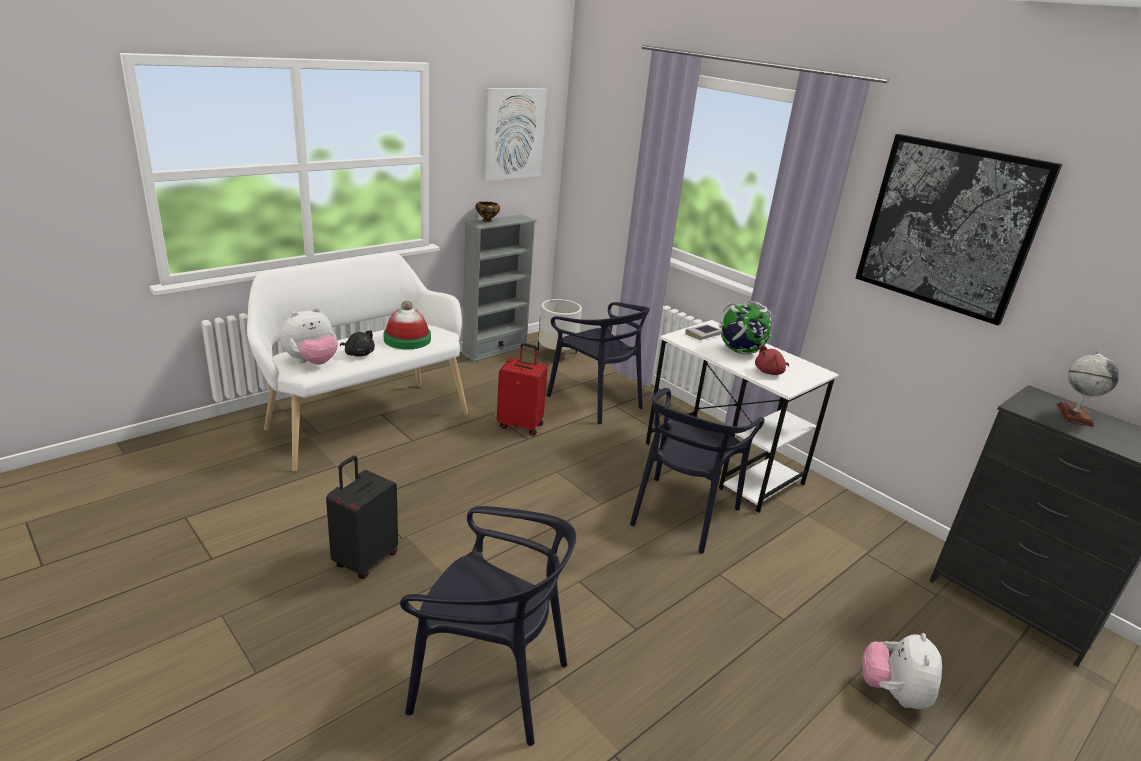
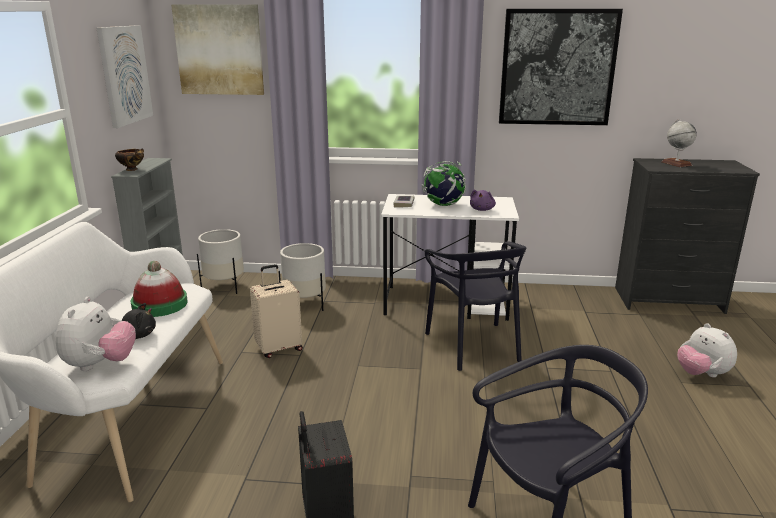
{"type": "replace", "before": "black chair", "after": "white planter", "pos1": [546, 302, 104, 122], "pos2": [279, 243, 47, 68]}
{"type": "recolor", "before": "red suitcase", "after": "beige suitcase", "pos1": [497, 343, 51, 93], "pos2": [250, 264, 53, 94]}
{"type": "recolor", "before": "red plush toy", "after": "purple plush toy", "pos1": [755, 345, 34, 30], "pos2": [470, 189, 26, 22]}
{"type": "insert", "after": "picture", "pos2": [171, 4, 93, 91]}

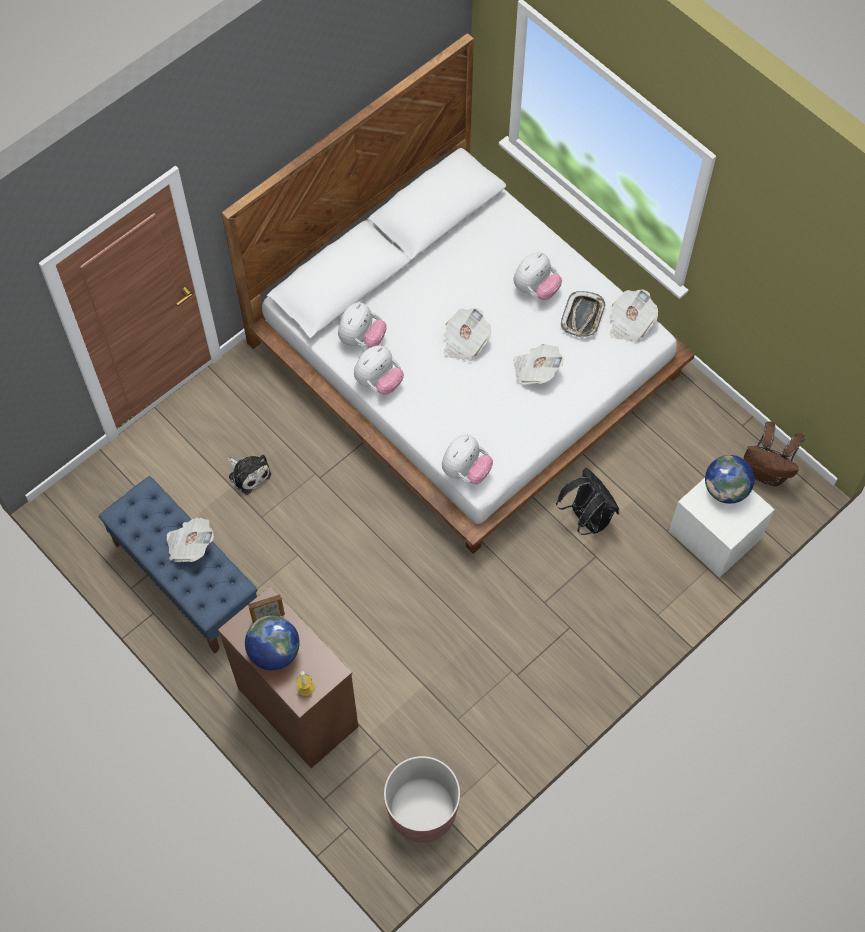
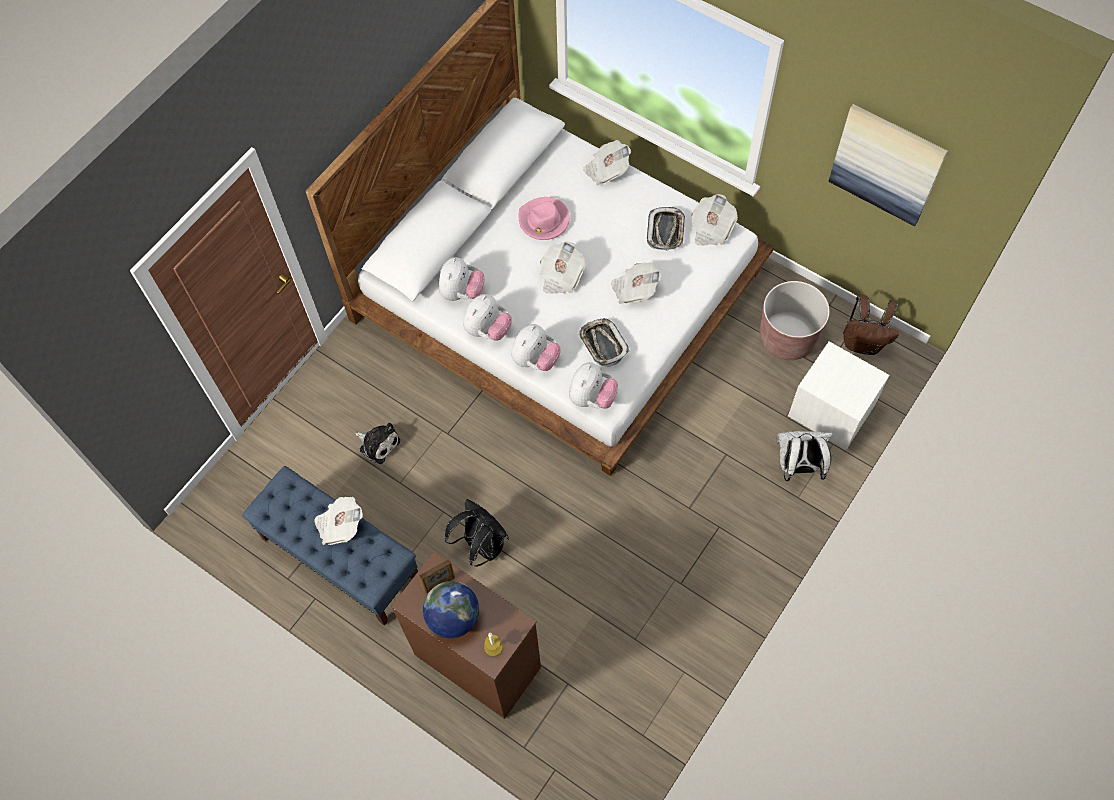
{"type": "move", "before": "plush toy", "pos1": [513, 252, 49, 48], "pos2": [511, 324, 50, 47]}
{"type": "delete", "before": "globe", "pos1": [705, 455, 50, 49]}
{"type": "move", "before": "black backpack", "pos1": [556, 468, 63, 67], "pos2": [444, 499, 65, 68]}
{"type": "move", "before": "brown planter", "pos1": [384, 756, 76, 87], "pos2": [760, 281, 70, 79]}
{"type": "insert", "after": "picture", "pos2": [829, 104, 119, 122]}
{"type": "insert", "after": "newspaper", "pos2": [583, 140, 48, 45]}
{"type": "insert", "after": "pink hat", "pos2": [519, 197, 51, 43]}
{"type": "insert", "after": "tray", "pos2": [578, 318, 52, 49]}
{"type": "insert", "after": "white backpack", "pos2": [777, 431, 56, 50]}

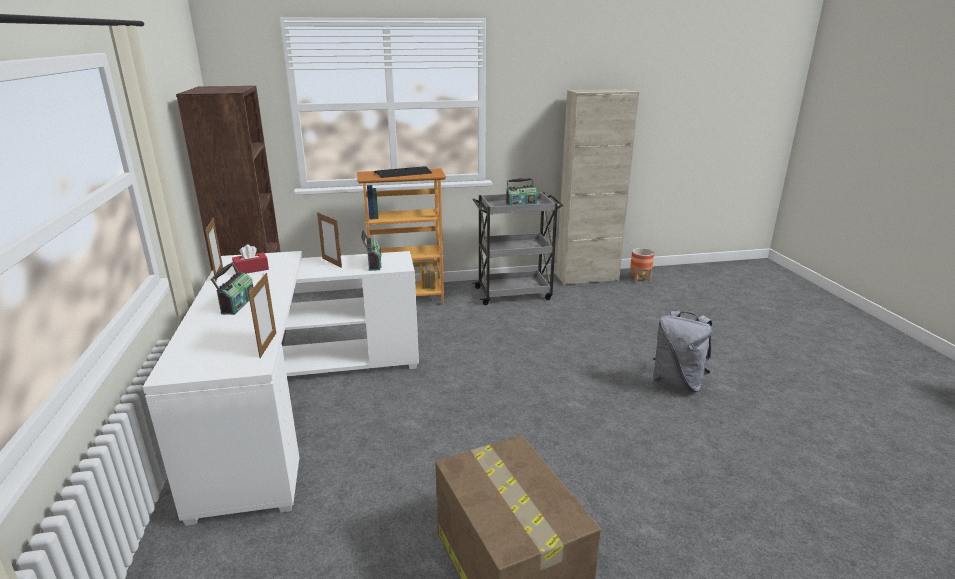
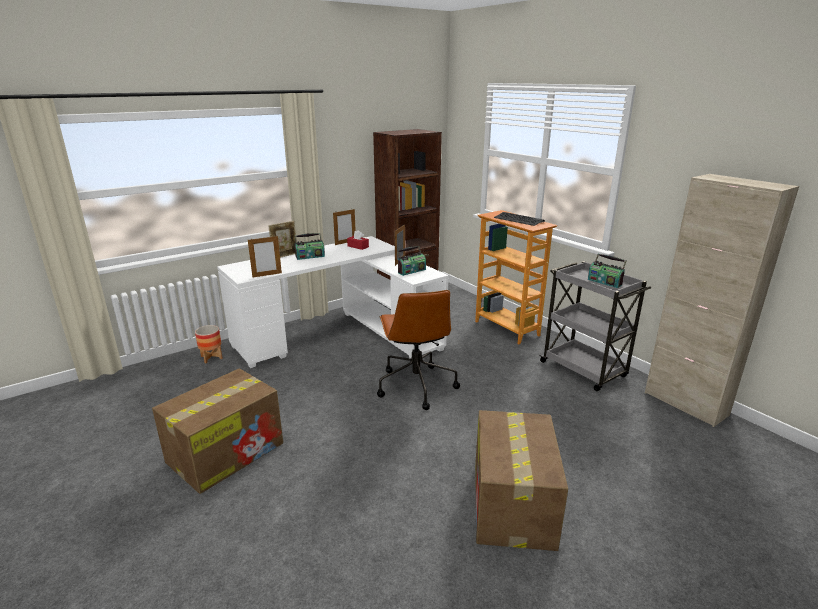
{"type": "move", "before": "planter", "pos1": [629, 248, 25, 35], "pos2": [195, 325, 28, 38]}
{"type": "replace", "before": "grey backpack", "after": "cardboard box", "pos1": [653, 310, 59, 82], "pos2": [475, 410, 93, 141]}
{"type": "insert", "after": "picture frame", "pos2": [268, 221, 29, 37]}
{"type": "insert", "after": "brown office chair", "pos2": [377, 290, 83, 120]}

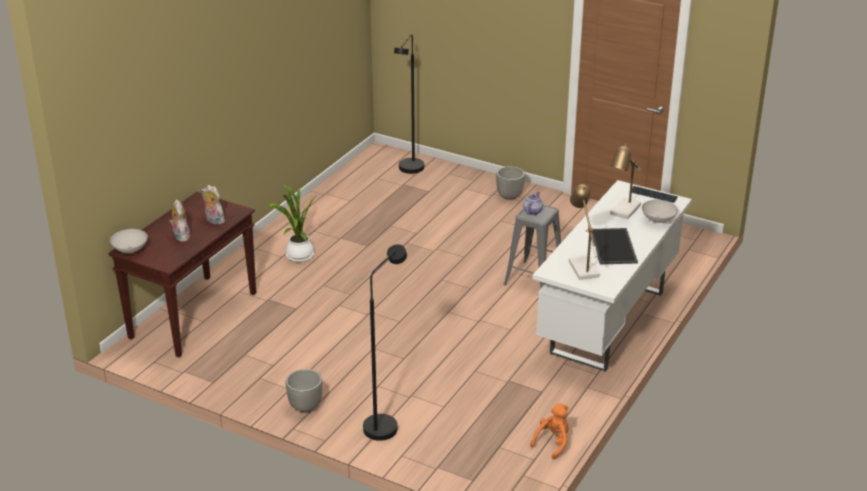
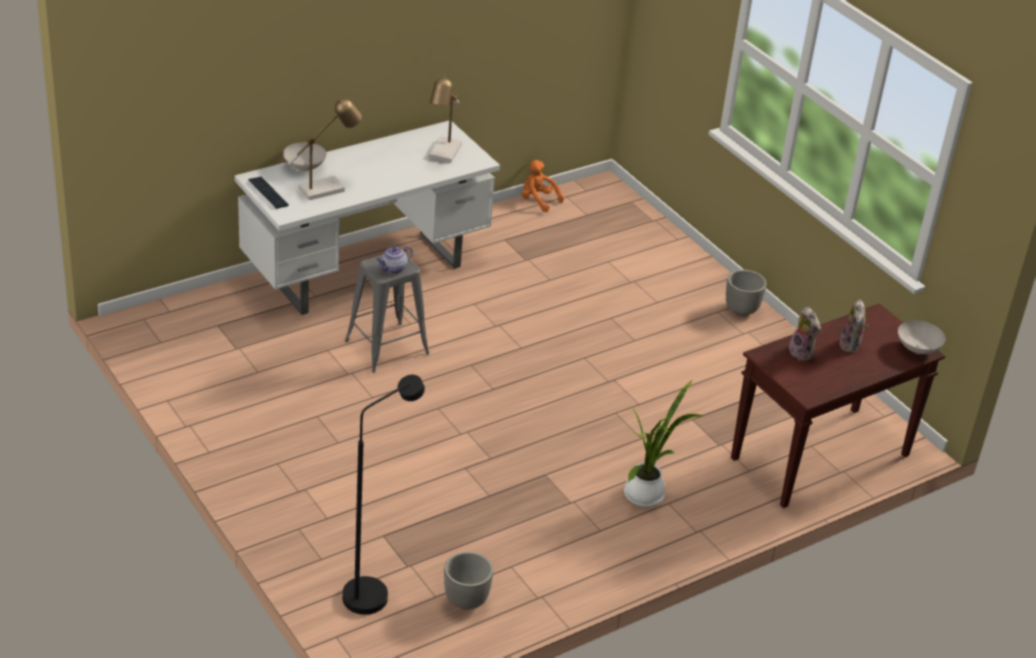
{"type": "move", "before": "planter", "pos1": [496, 166, 29, 34], "pos2": [444, 552, 49, 58]}
{"type": "delete", "before": "tray", "pos1": [592, 228, 46, 37]}
{"type": "delete", "before": "black floor lamp", "pos1": [363, 244, 44, 197]}
{"type": "rotate", "before": "orange plush toy", "pos1": [530, 403, 39, 57], "pos2": [521, 160, 43, 52], "turn": 60}

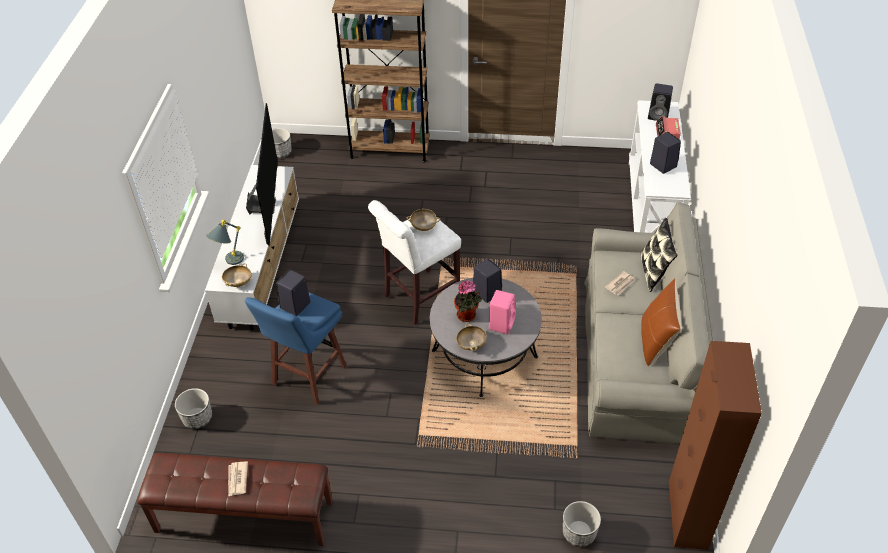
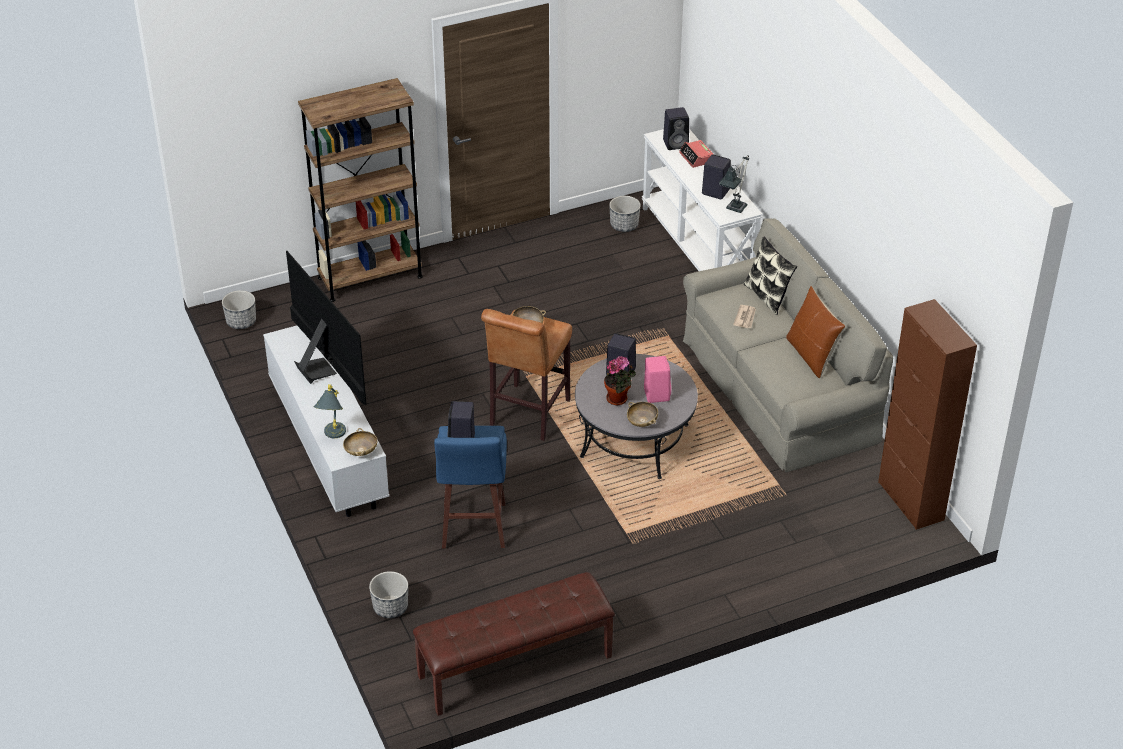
{"type": "recolor", "before": "white stool", "after": "brown stool", "pos1": [368, 200, 93, 125], "pos2": [481, 309, 91, 132]}
{"type": "delete", "before": "newspaper", "pos1": [228, 461, 20, 36]}
{"type": "move", "before": "planter", "pos1": [563, 501, 38, 46], "pos2": [609, 196, 32, 36]}
{"type": "insert", "after": "table lamp", "pos2": [719, 155, 30, 58]}

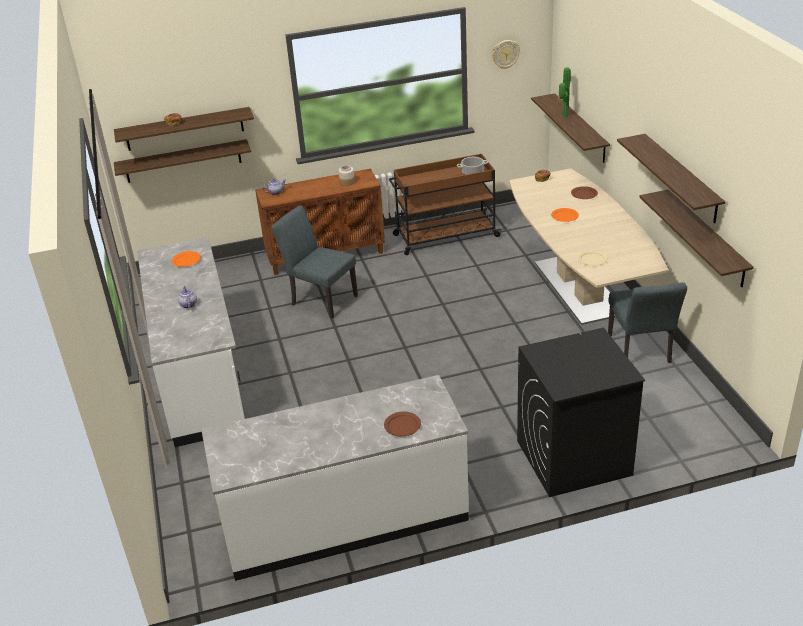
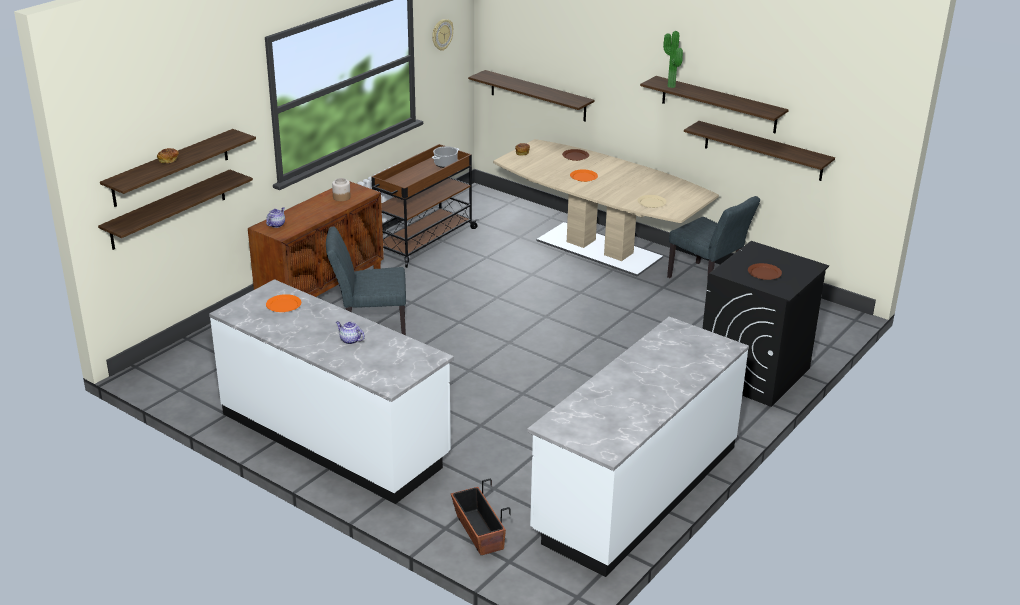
{"type": "move", "before": "potted plant", "pos1": [559, 67, 12, 50], "pos2": [663, 31, 20, 57]}
{"type": "move", "before": "brown plate", "pos1": [384, 412, 37, 25], "pos2": [748, 263, 34, 17]}
{"type": "insert", "after": "planter", "pos2": [451, 479, 60, 76]}

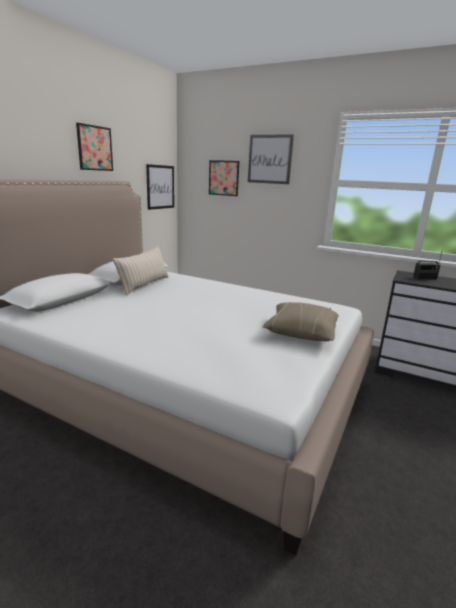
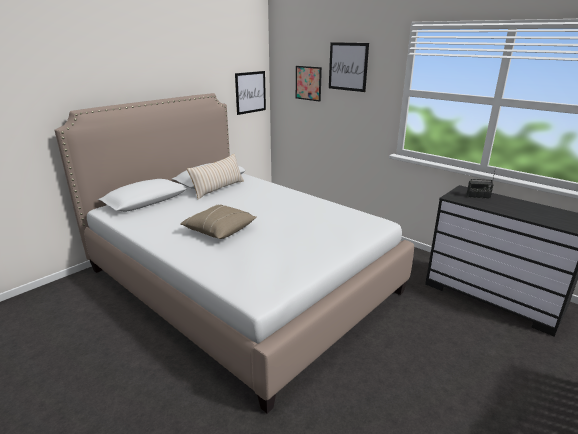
{"type": "delete", "before": "picture", "pos1": [76, 123, 37, 48]}
{"type": "move", "before": "beige pillow", "pos1": [262, 302, 77, 39], "pos2": [180, 205, 77, 34]}

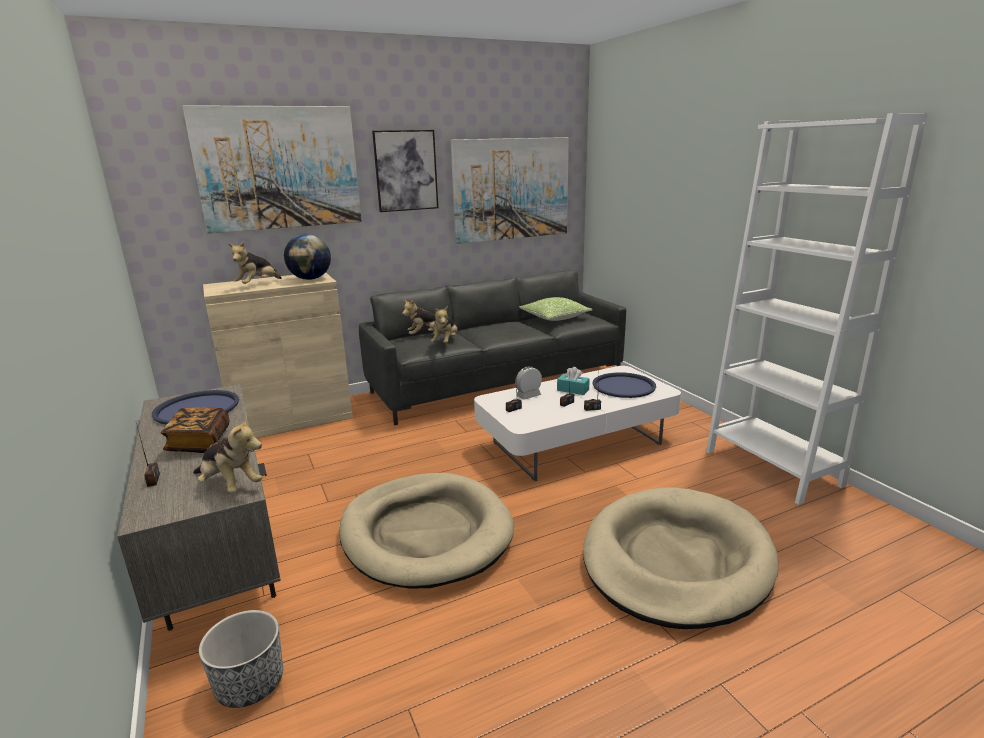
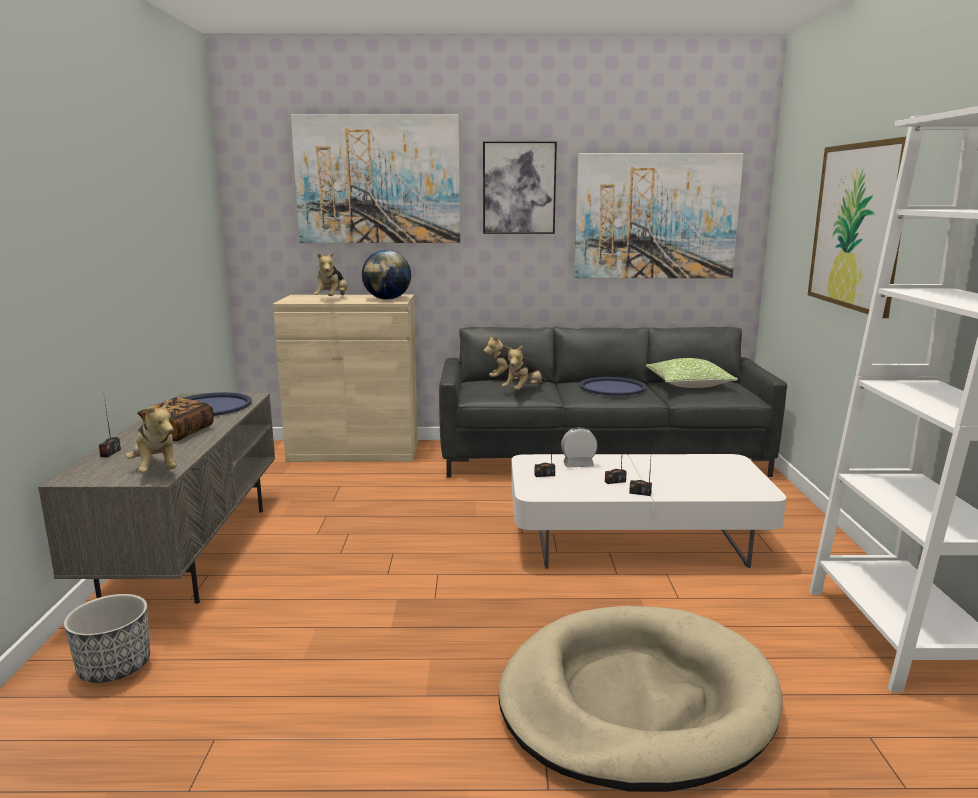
{"type": "rotate", "before": "plush toy", "pos1": [228, 242, 54, 42], "pos2": [314, 252, 34, 44], "turn": -45}
{"type": "delete", "before": "turquoise tissue box", "pos1": [557, 367, 33, 28]}
{"type": "move", "before": "blue tray", "pos1": [593, 372, 63, 26], "pos2": [579, 377, 67, 19]}
{"type": "delete", "before": "beige dog bed", "pos1": [339, 473, 175, 116]}
{"type": "insert", "after": "picture", "pos2": [808, 137, 98, 181]}

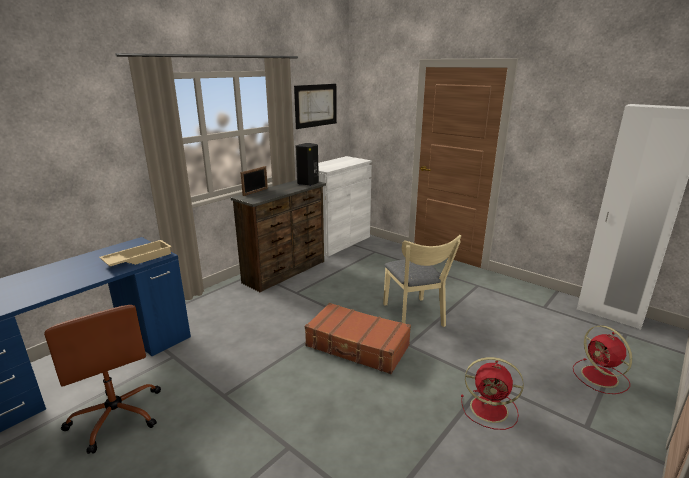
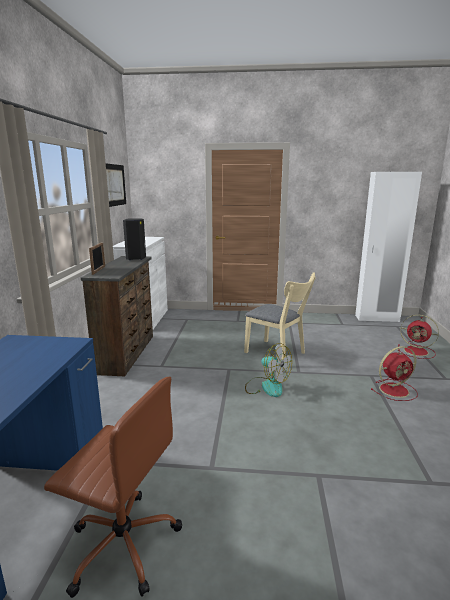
{"type": "delete", "before": "beige tray", "pos1": [99, 240, 73, 26]}
{"type": "replace", "before": "brown suitcase", "after": "fan", "pos1": [305, 303, 106, 71], "pos2": [245, 343, 47, 54]}

